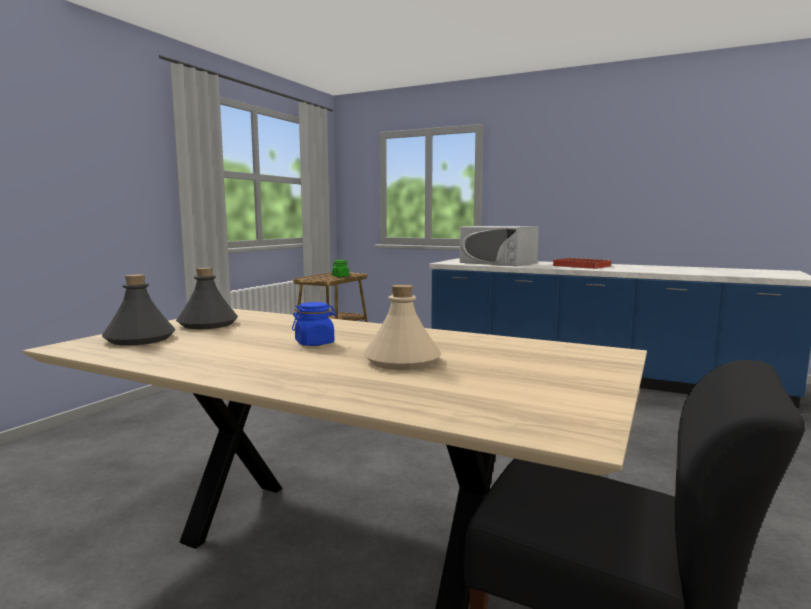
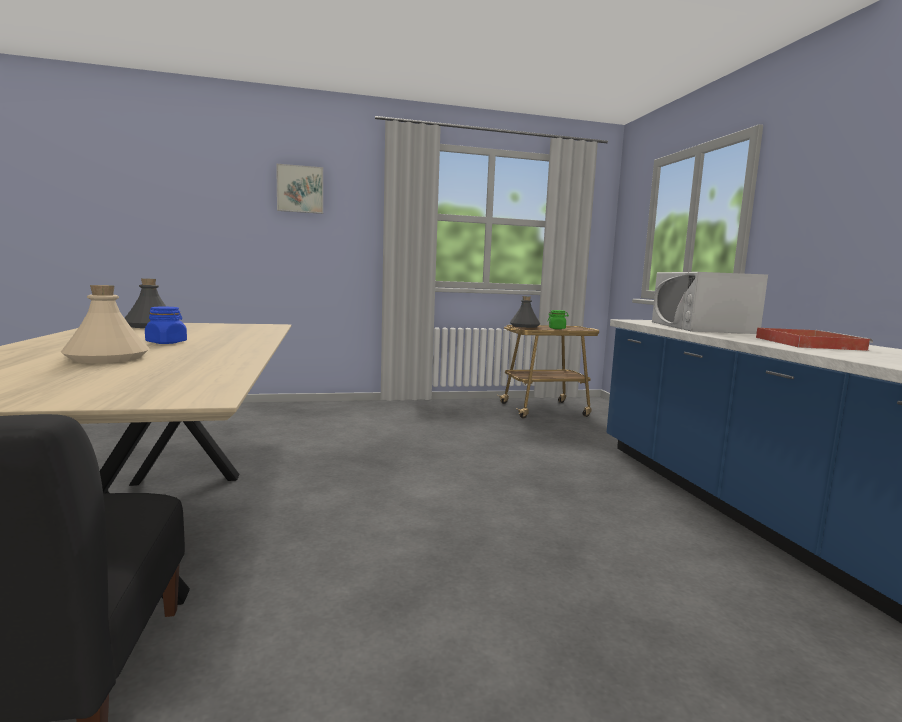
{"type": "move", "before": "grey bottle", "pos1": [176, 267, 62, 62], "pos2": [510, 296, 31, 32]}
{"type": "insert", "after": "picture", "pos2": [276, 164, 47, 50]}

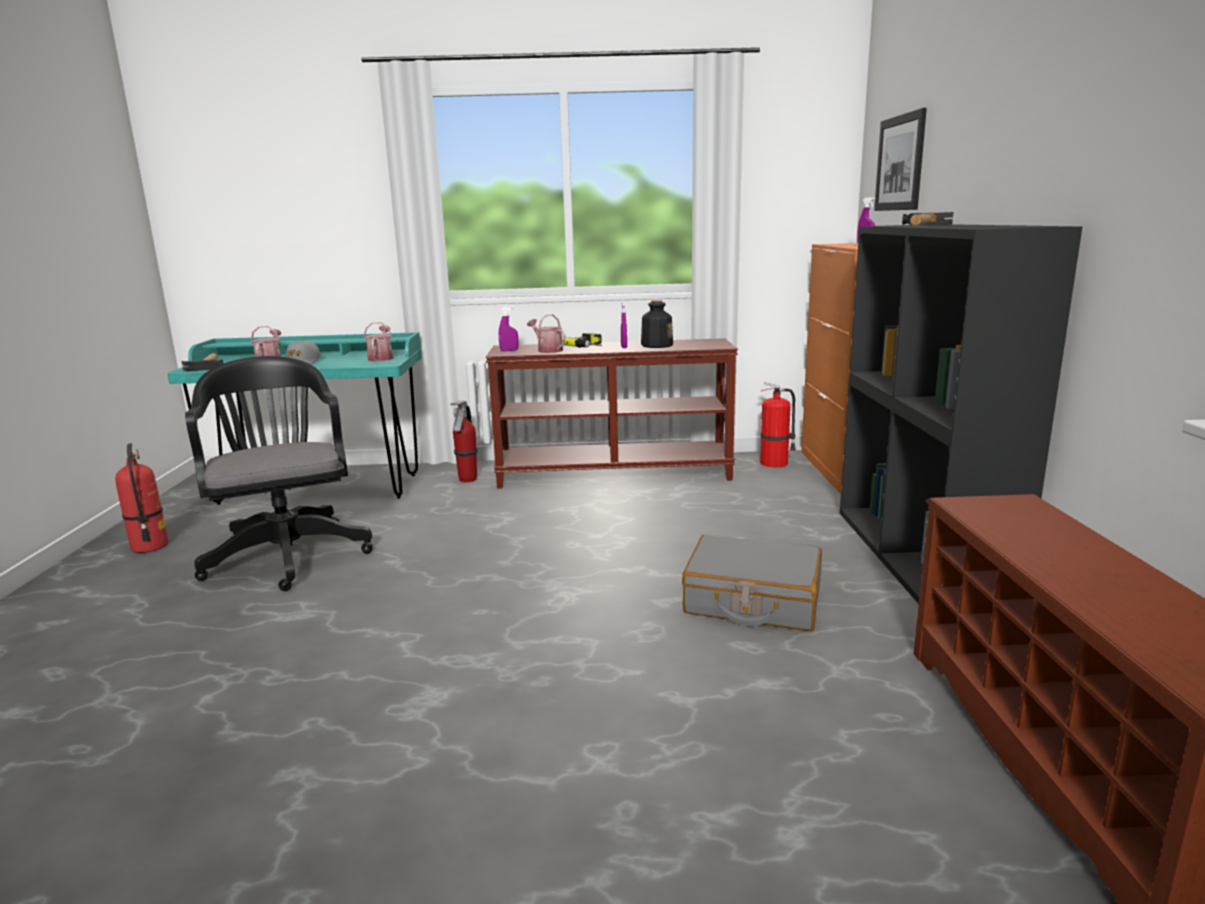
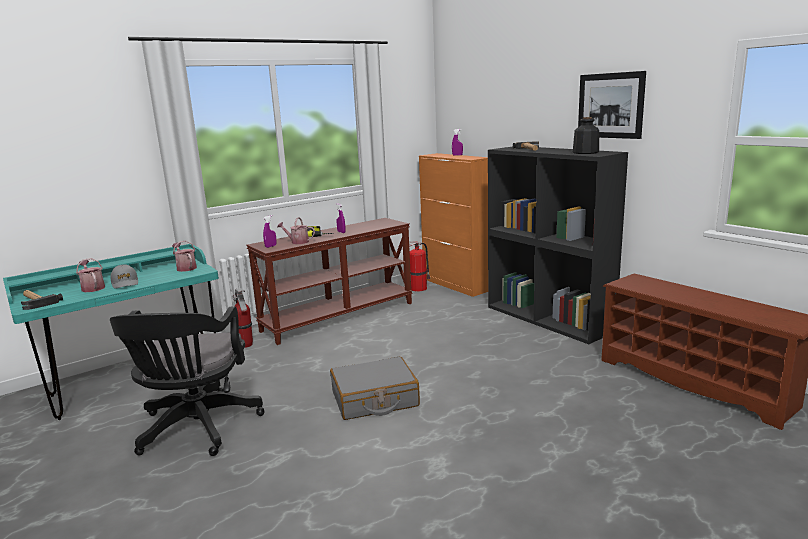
{"type": "move", "before": "picture", "pos1": [874, 108, 53, 103], "pos2": [578, 71, 68, 68]}
{"type": "move", "before": "bottle", "pos1": [641, 300, 32, 48], "pos2": [573, 117, 26, 37]}
{"type": "rotate", "before": "black office chair", "pos1": [185, 356, 188, 235], "pos2": [110, 306, 155, 150], "turn": -120}
{"type": "delete", "before": "fire extinguisher", "pos1": [115, 443, 53, 110]}
{"type": "move", "before": "grey suitcase", "pos1": [682, 535, 140, 96], "pos2": [330, 357, 90, 63]}

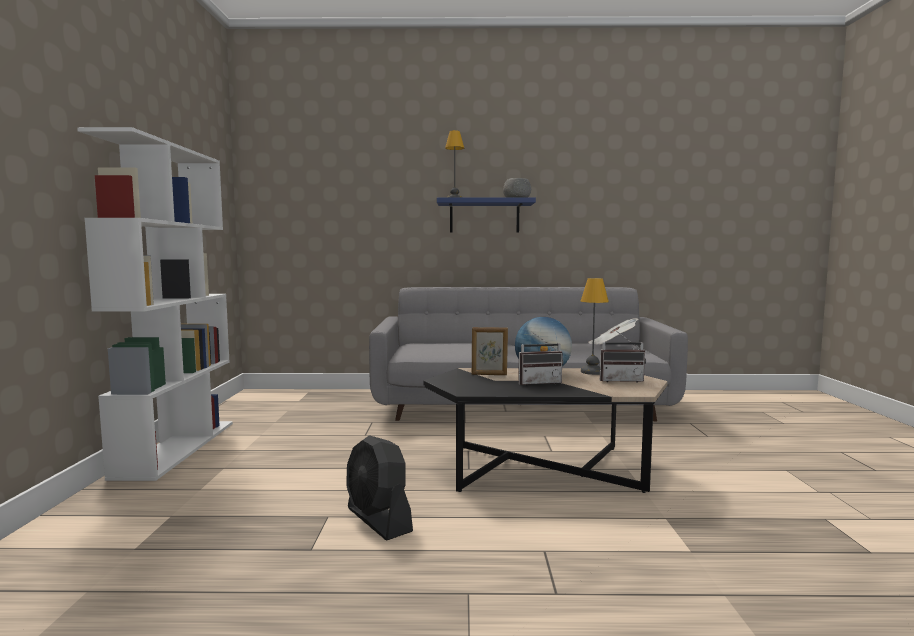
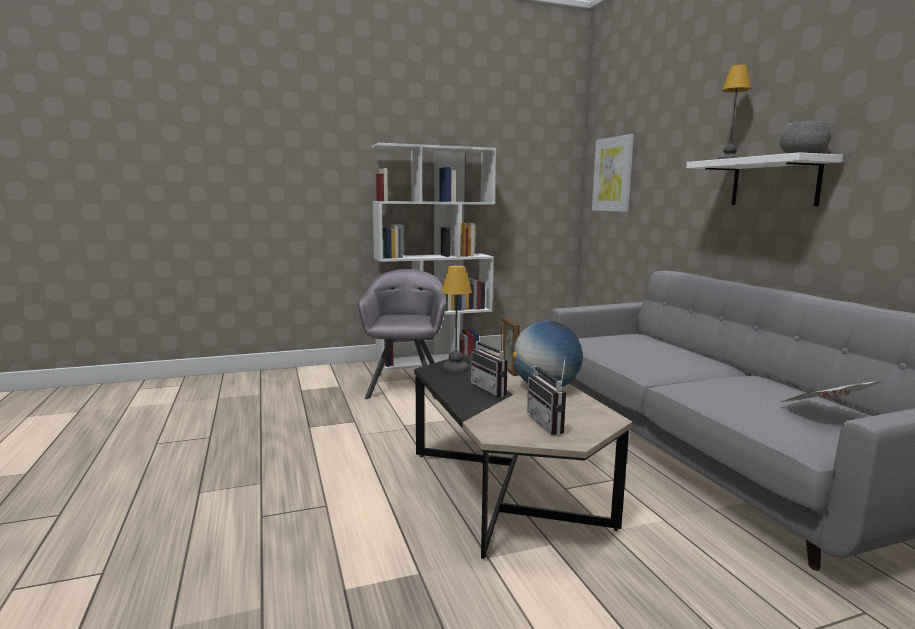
{"type": "recolor", "before": "blue shelf", "after": "white shelf", "pos1": [437, 197, 99, 36], "pos2": [686, 152, 157, 54]}
{"type": "move", "before": "table lamp", "pos1": [580, 278, 29, 97], "pos2": [441, 266, 31, 107]}
{"type": "delete", "before": "black fan", "pos1": [346, 435, 67, 106]}
{"type": "insert", "after": "picture", "pos2": [592, 134, 42, 78]}
{"type": "insert", "after": "grey armchair", "pos2": [358, 269, 88, 131]}

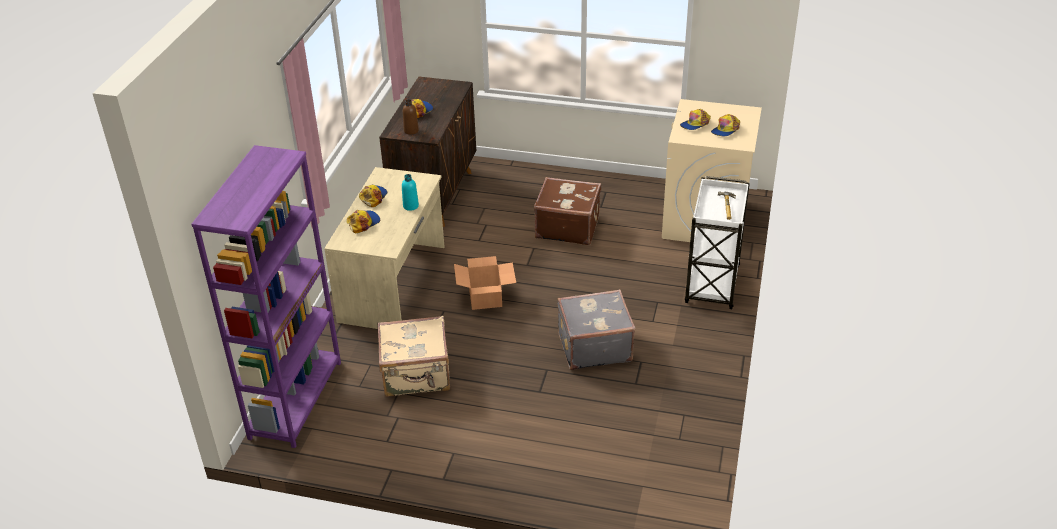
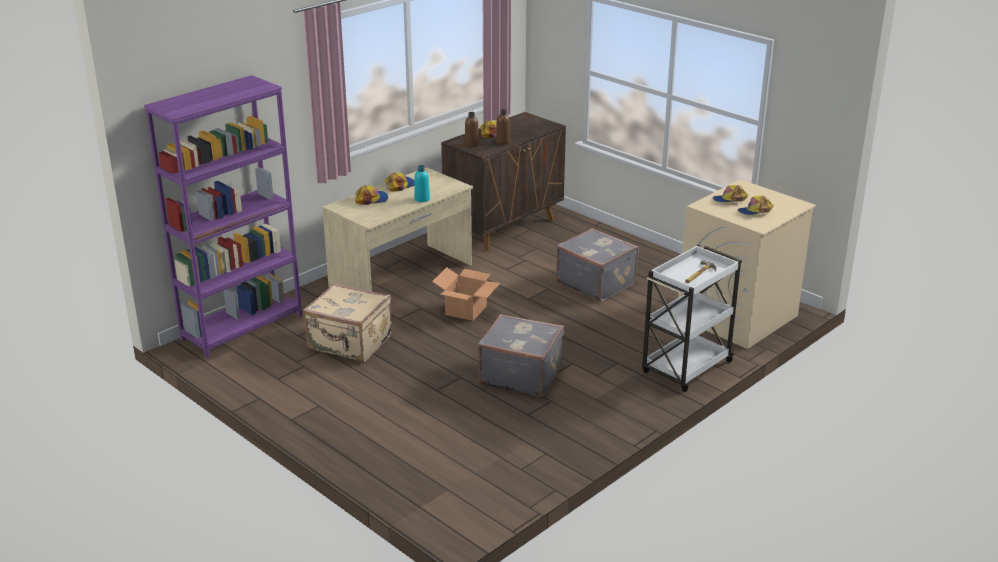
{"type": "recolor", "before": "brown suitcase", "after": "grey suitcase", "pos1": [534, 177, 67, 68], "pos2": [556, 228, 83, 74]}
{"type": "insert", "after": "brown bottle", "pos2": [496, 109, 14, 36]}

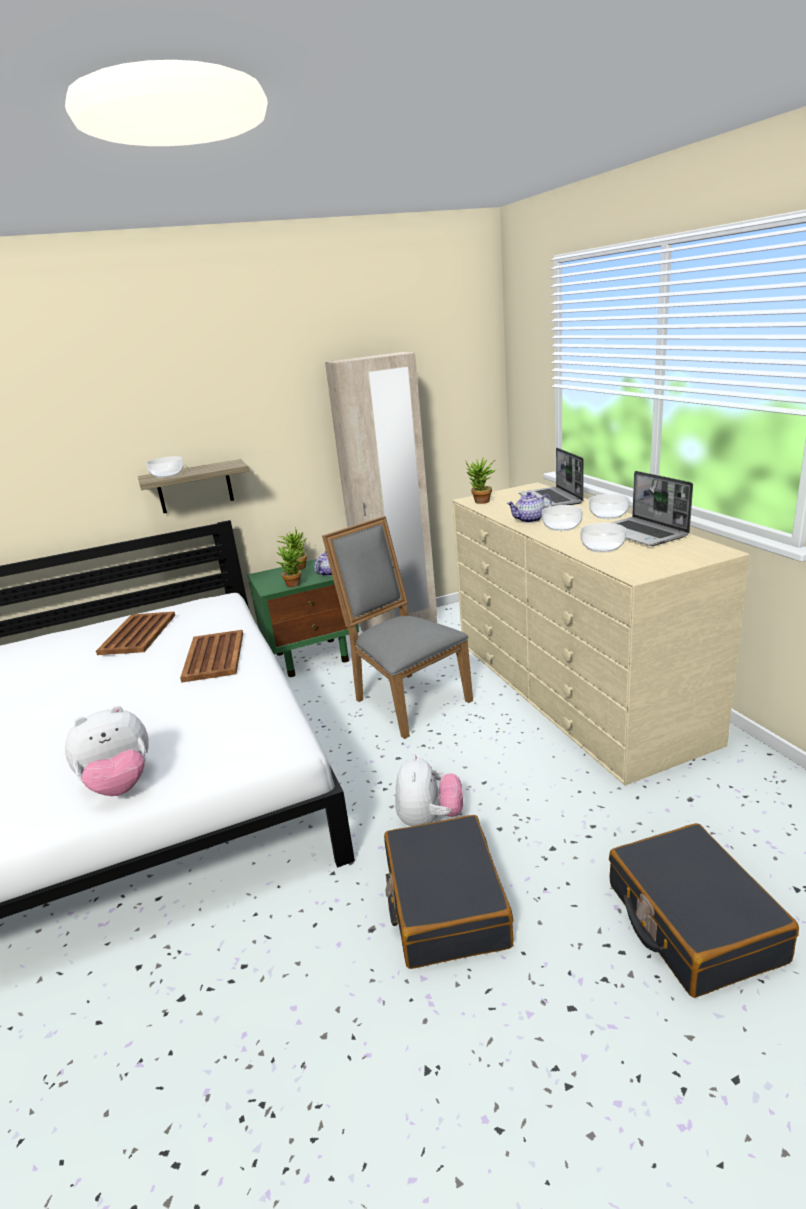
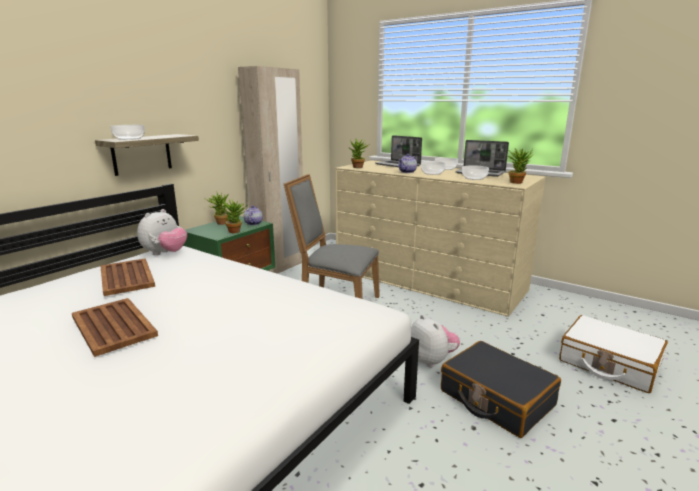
{"type": "move", "before": "brown tray", "pos1": [180, 630, 63, 53], "pos2": [72, 298, 86, 59]}
{"type": "move", "before": "plush toy", "pos1": [65, 706, 84, 90], "pos2": [137, 209, 50, 46]}
{"type": "recolor", "before": "black suitcase", "after": "white suitcase", "pos1": [609, 823, 190, 175], "pos2": [559, 315, 109, 78]}
{"type": "insert", "after": "potted plant", "pos2": [507, 148, 26, 36]}

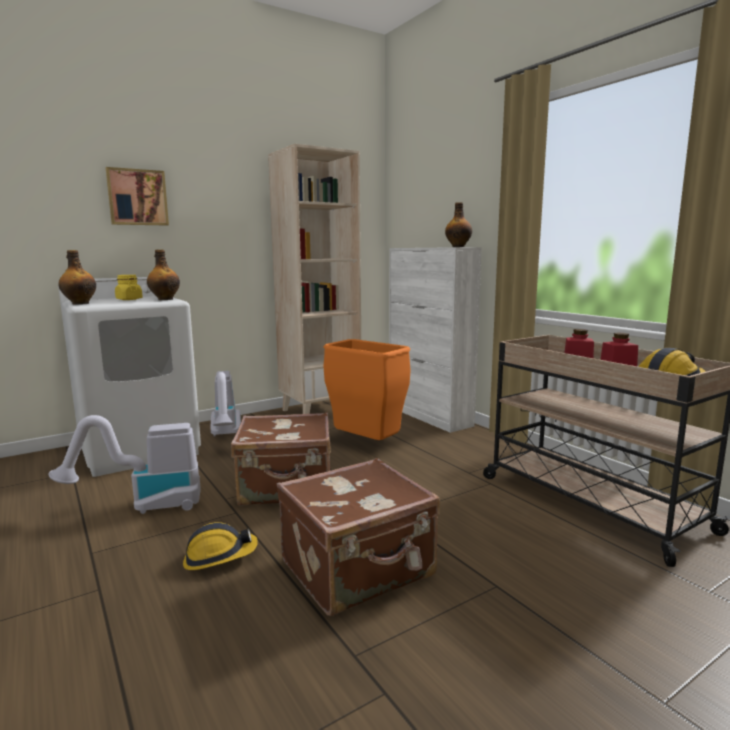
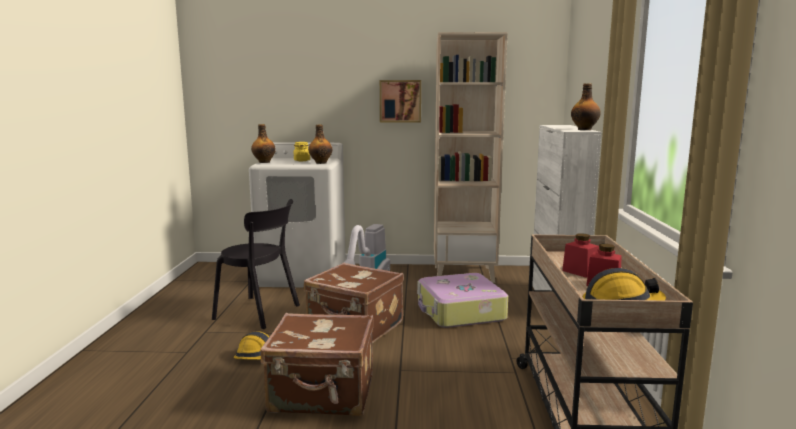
{"type": "move", "before": "picture", "pos1": [106, 167, 63, 59], "pos2": [380, 80, 41, 42]}
{"type": "replace", "before": "orange trash can", "after": "suitcase", "pos1": [323, 339, 88, 101], "pos2": [417, 273, 91, 55]}
{"type": "replace", "before": "vacuum cleaner", "after": "black chair", "pos1": [49, 415, 152, 99], "pos2": [212, 199, 88, 130]}

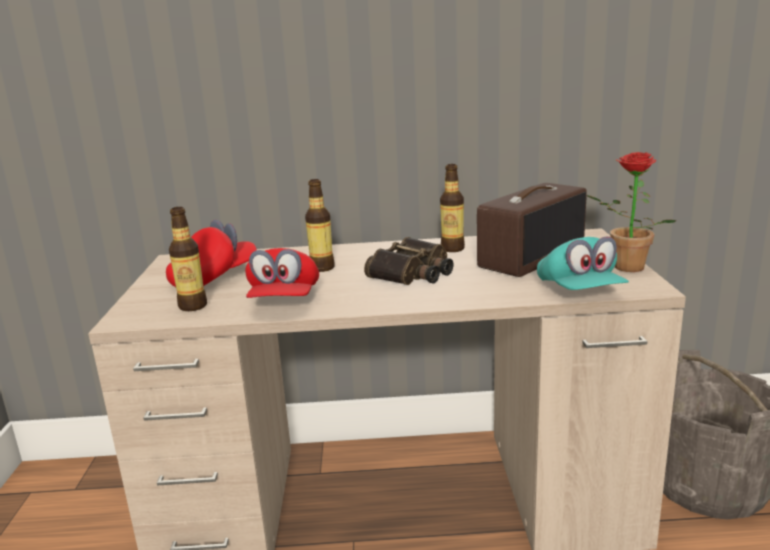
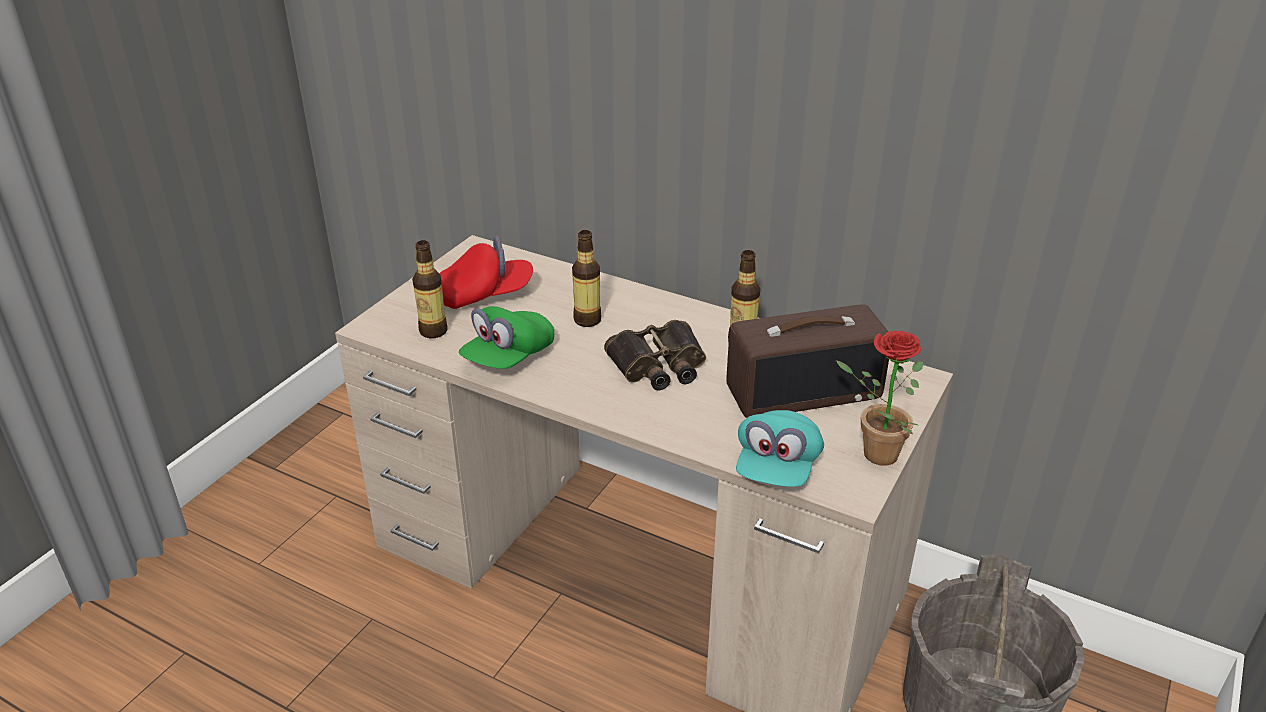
{"type": "recolor", "before": "red cap", "after": "green cap", "pos1": [245, 248, 74, 50], "pos2": [459, 306, 95, 63]}

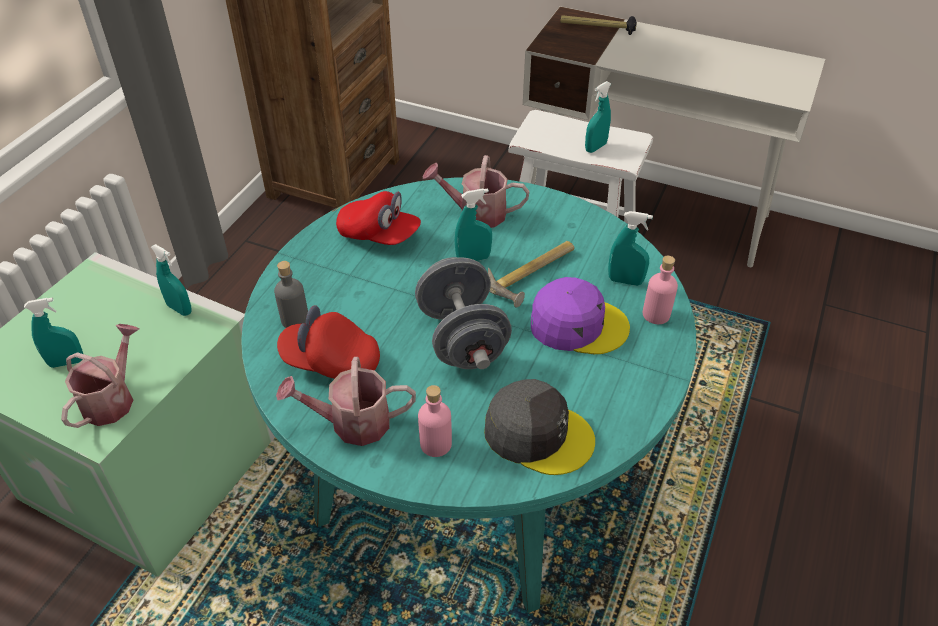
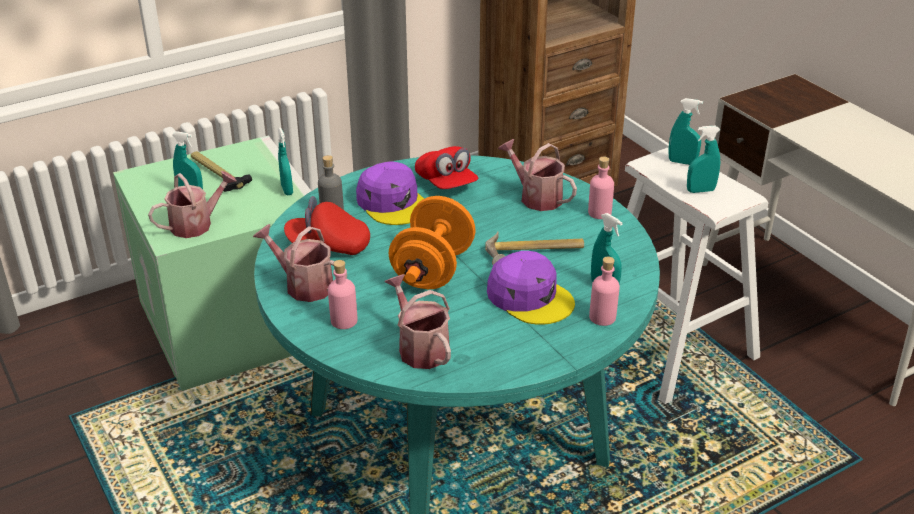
{"type": "move", "before": "hammer", "pos1": [560, 15, 77, 20], "pos2": [191, 151, 61, 41]}
{"type": "move", "before": "turquoise spray bottle", "pos1": [455, 188, 37, 73], "pos2": [668, 98, 35, 67]}
{"type": "recolor", "before": "grey dumbbell", "after": "orange dumbbell", "pos1": [415, 257, 97, 112], "pos2": [389, 196, 86, 93]}
{"type": "rotate", "before": "red cap", "pos1": [277, 305, 103, 74], "pos2": [284, 196, 86, 59], "turn": -45}
{"type": "replace", "before": "grey cap", "after": "watering can", "pos1": [484, 379, 111, 96], "pos2": [385, 274, 66, 95]}
{"type": "insert", "after": "pink bottle", "pos2": [588, 156, 26, 63]}
{"type": "insert", "after": "purple cap", "pos2": [356, 161, 68, 64]}

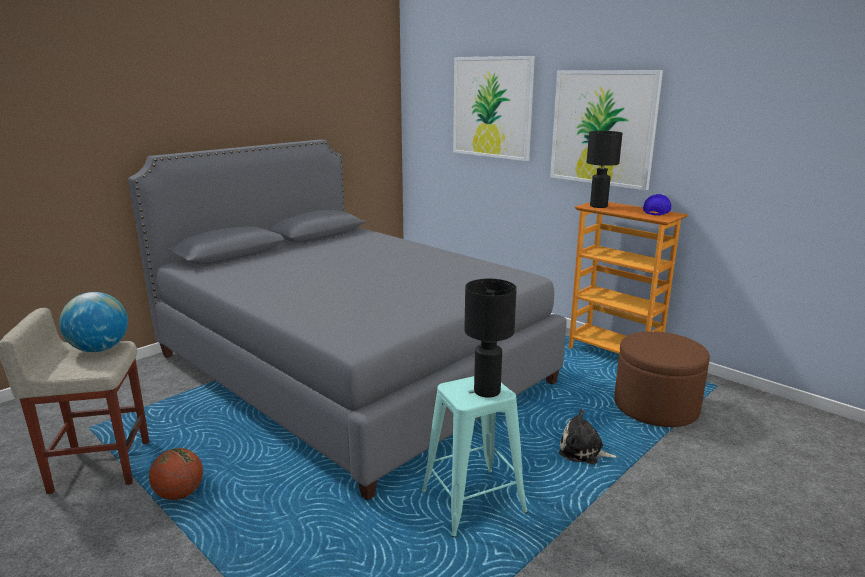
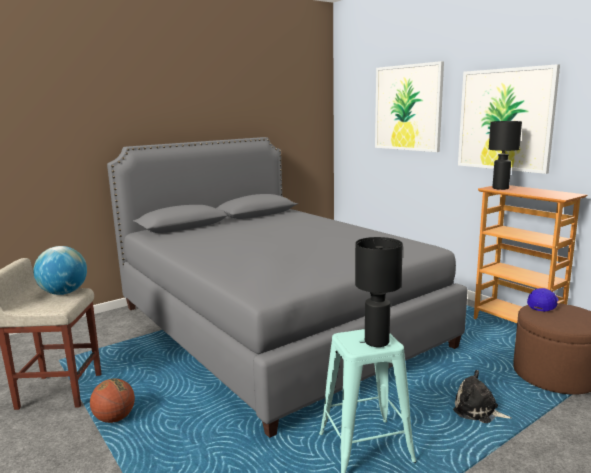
{"type": "move", "before": "blue cap", "pos1": [643, 194, 29, 22], "pos2": [527, 288, 32, 24]}

